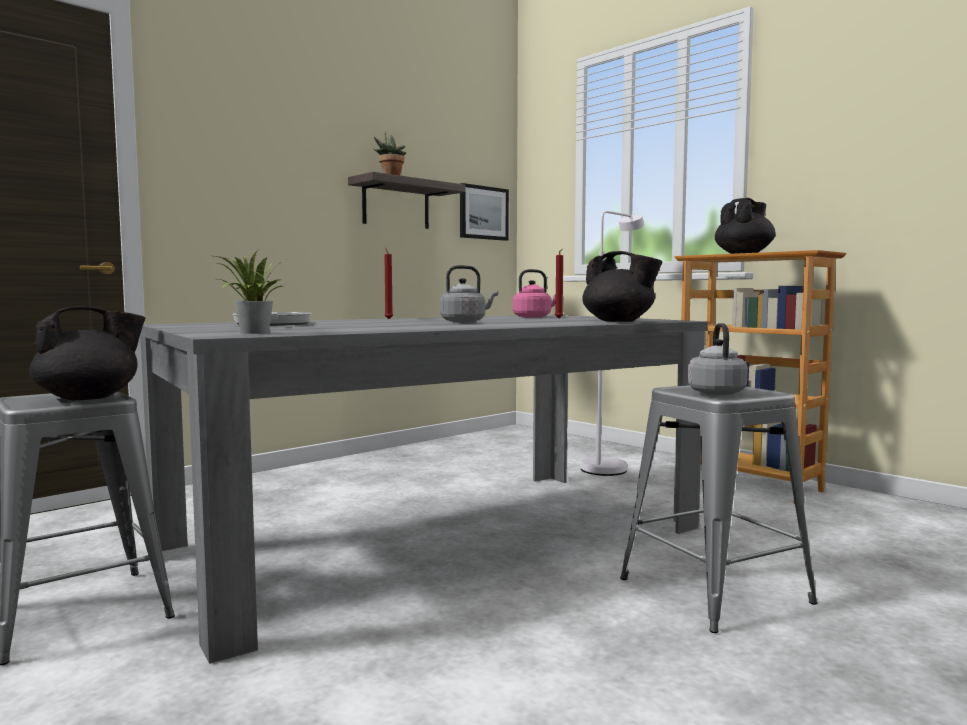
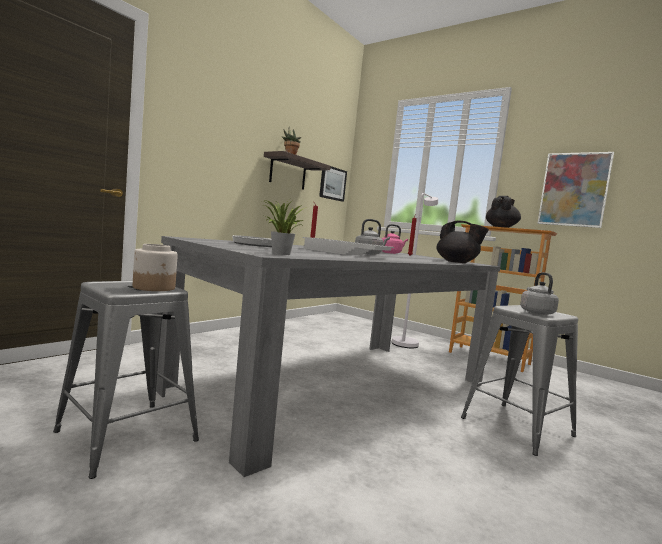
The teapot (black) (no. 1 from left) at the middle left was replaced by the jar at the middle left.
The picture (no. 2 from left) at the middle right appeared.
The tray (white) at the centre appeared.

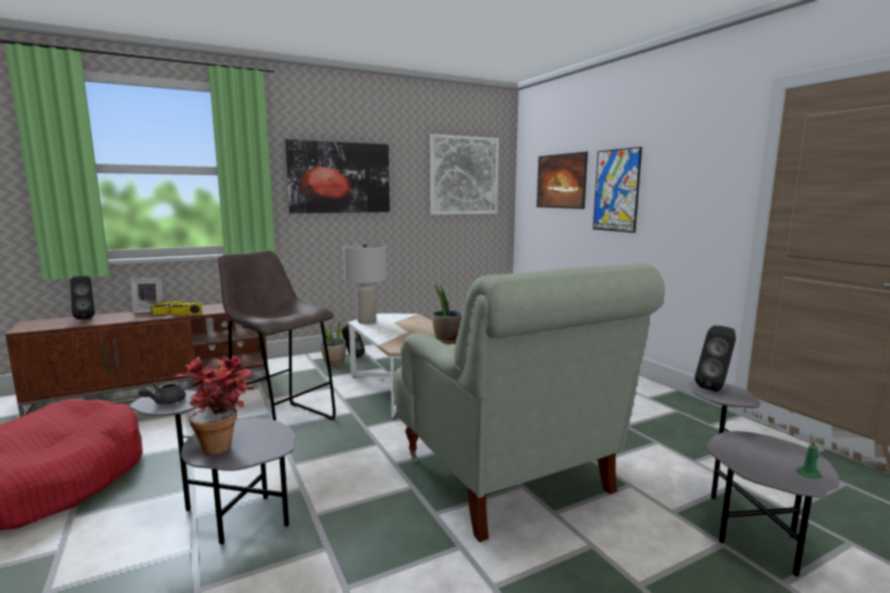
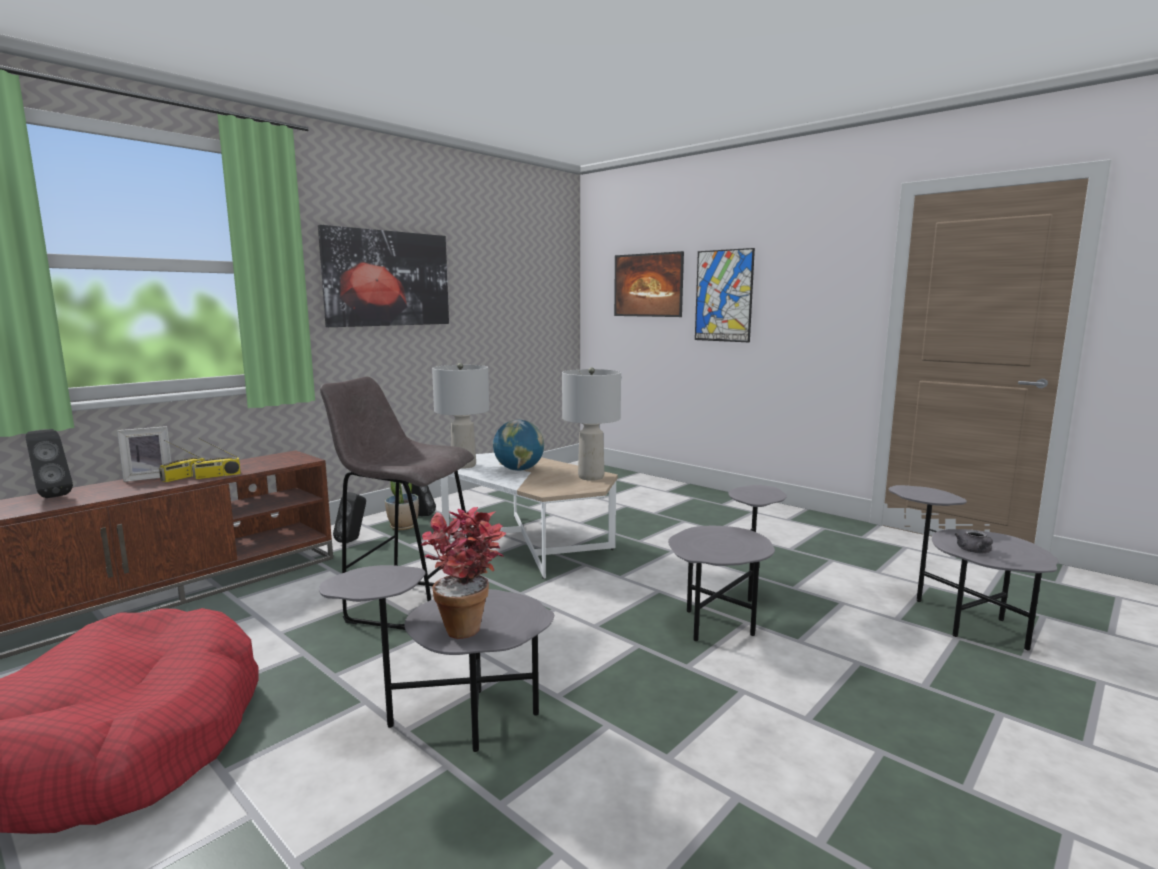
The picture (no. 2 from left) at the top centre disappeared.
The armchair (grey) at the bottom centre was replaced by the side table (grey) (no. 2 from left) at the centre.
The potted plant (no. 3 from left) at the centre was replaced by the table lamp (grey) (no. 2 from left) at the centre.
The speaker (black) (no. 3 from left in the first image) moved from the middle right to the middle left.
The teapot (grey) moved from the middle left to the middle right.
The candle (green) at the bottom right disappeared.
The globe at the centre appeared.

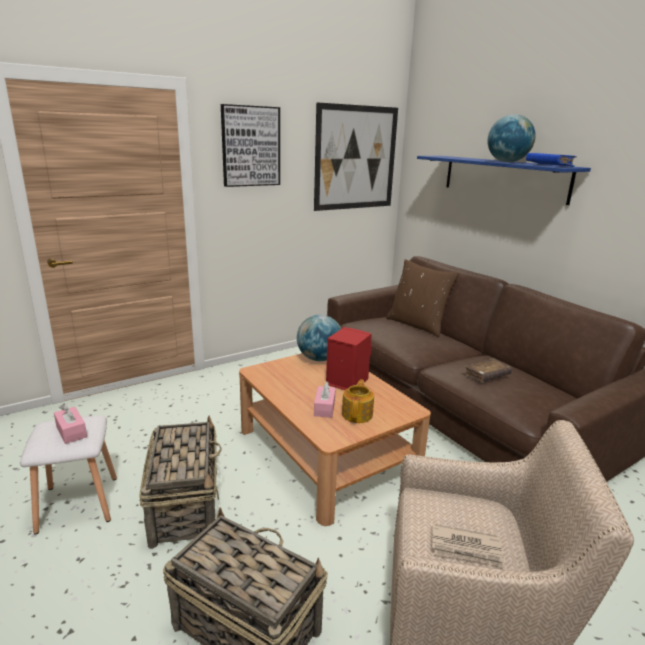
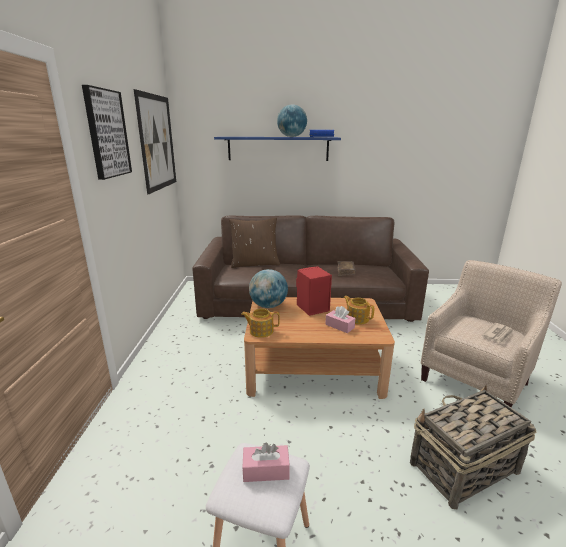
The basket (no. 1 from left) at the bottom left disappeared.
The teapot (no. 1 from left) at the centre appeared.

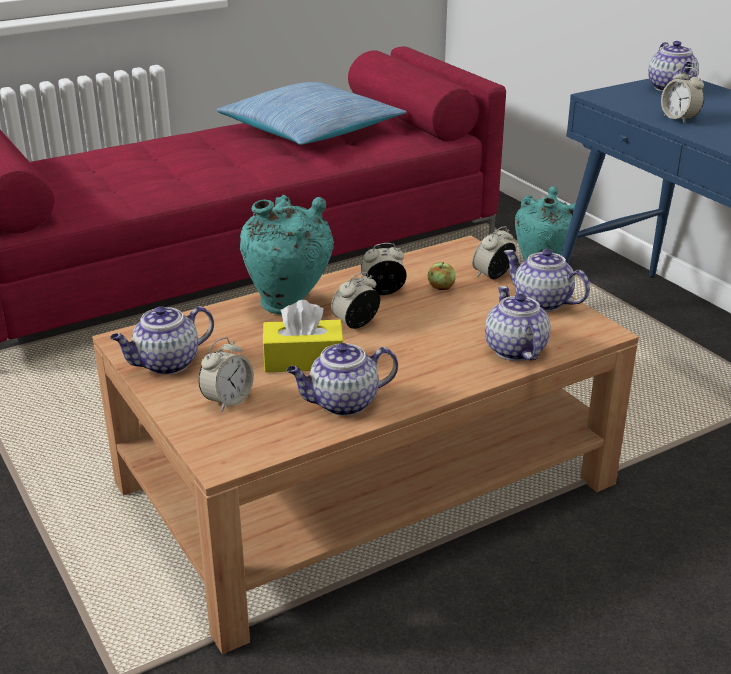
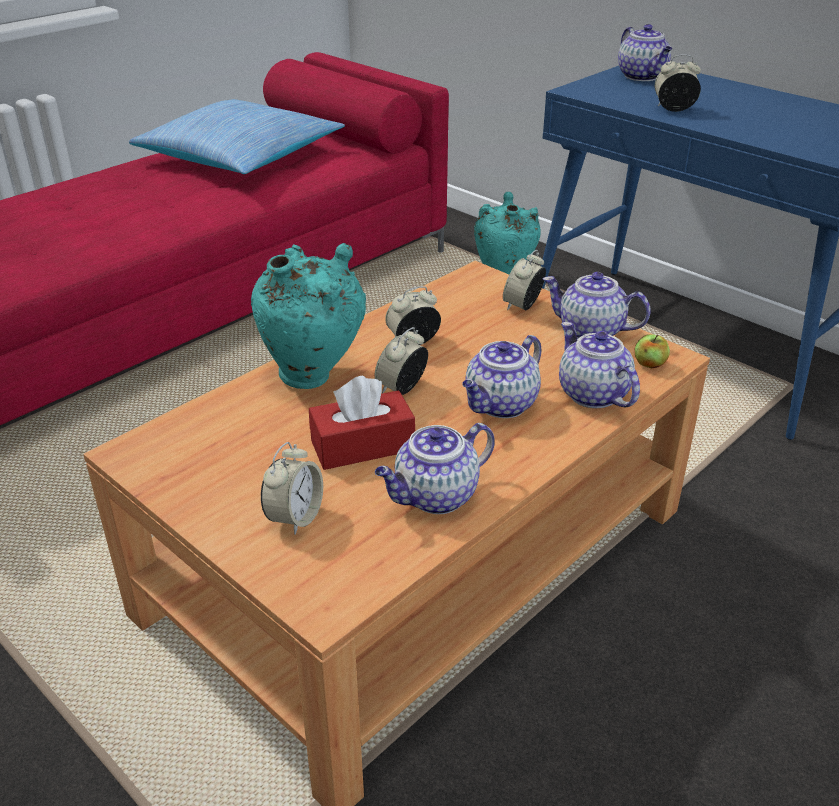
The alarm clock (no. 5 from left) at the top right turned 135 degrees clockwise.
The apple moved from the centre to the middle right.
The tissue box (yellow) at the centre became the tissue box (red) at the centre.
The teapot (no. 1 from left in the first image) moved from the middle left to the centre.

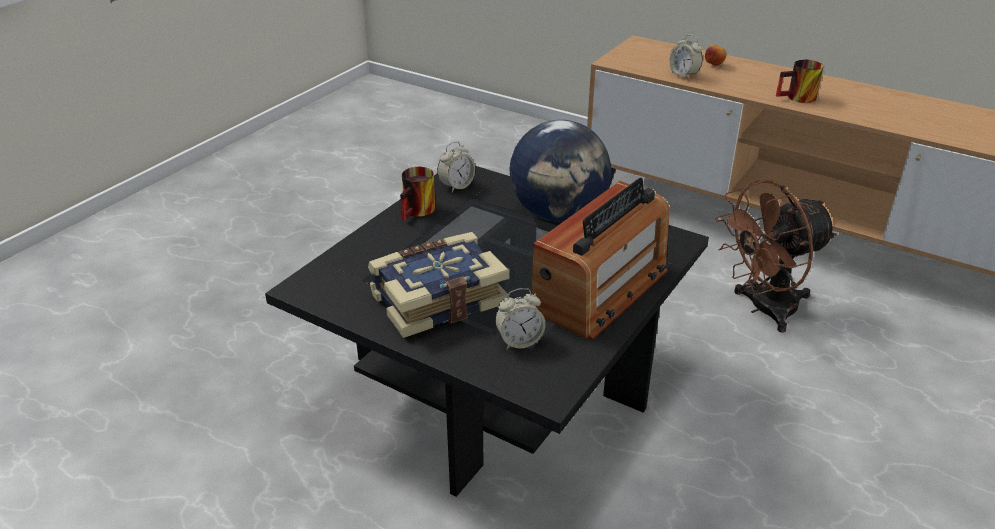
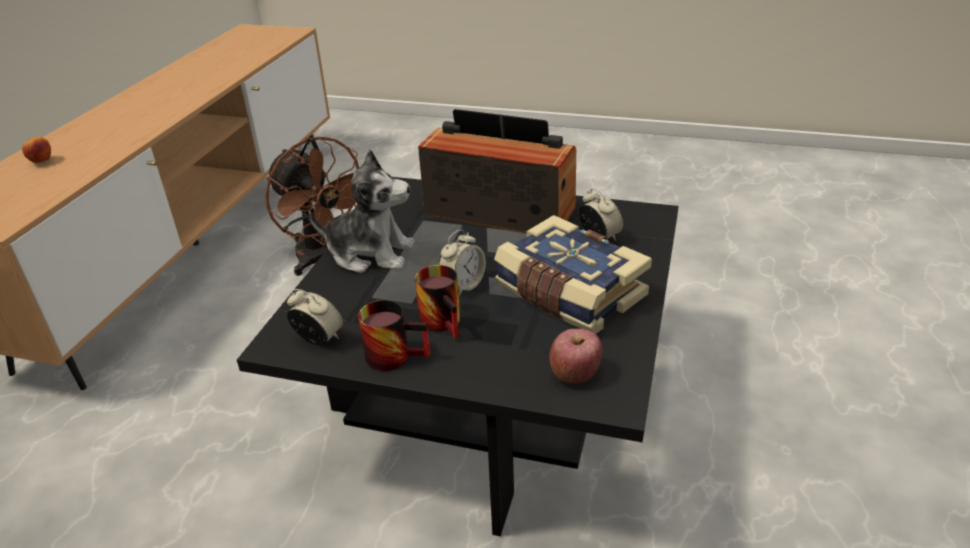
The alarm clock (no. 3 from left in the first image) moved from the top right to the centre.
The mug (no. 2 from left) moved from the top right to the centre.
The globe at the top centre was replaced by the plush toy at the centre.
The apple (no. 2 from left) at the centre appeared.

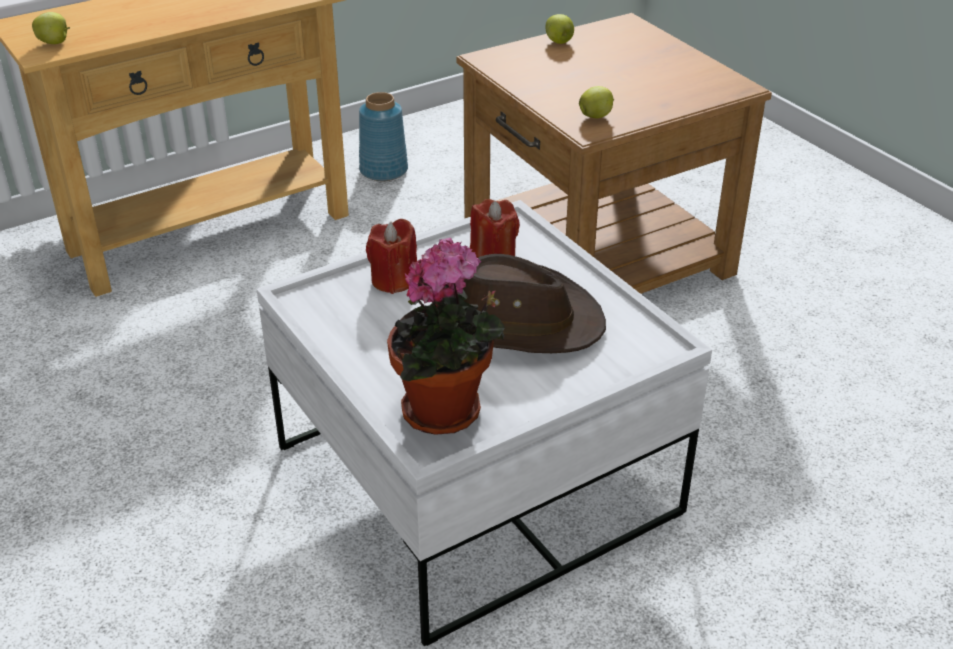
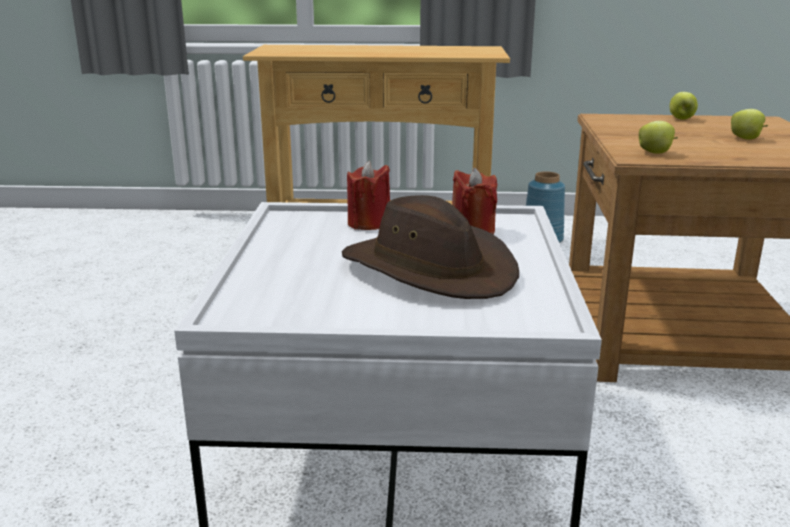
The apple (no. 1 from left in the first image) moved from the top left to the top right.
The potted plant at the centre disappeared.

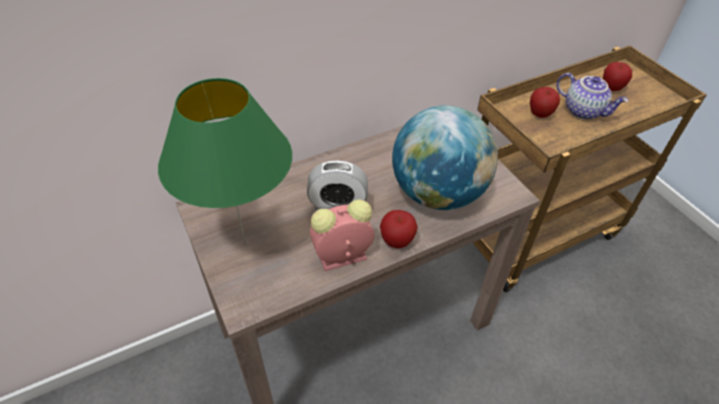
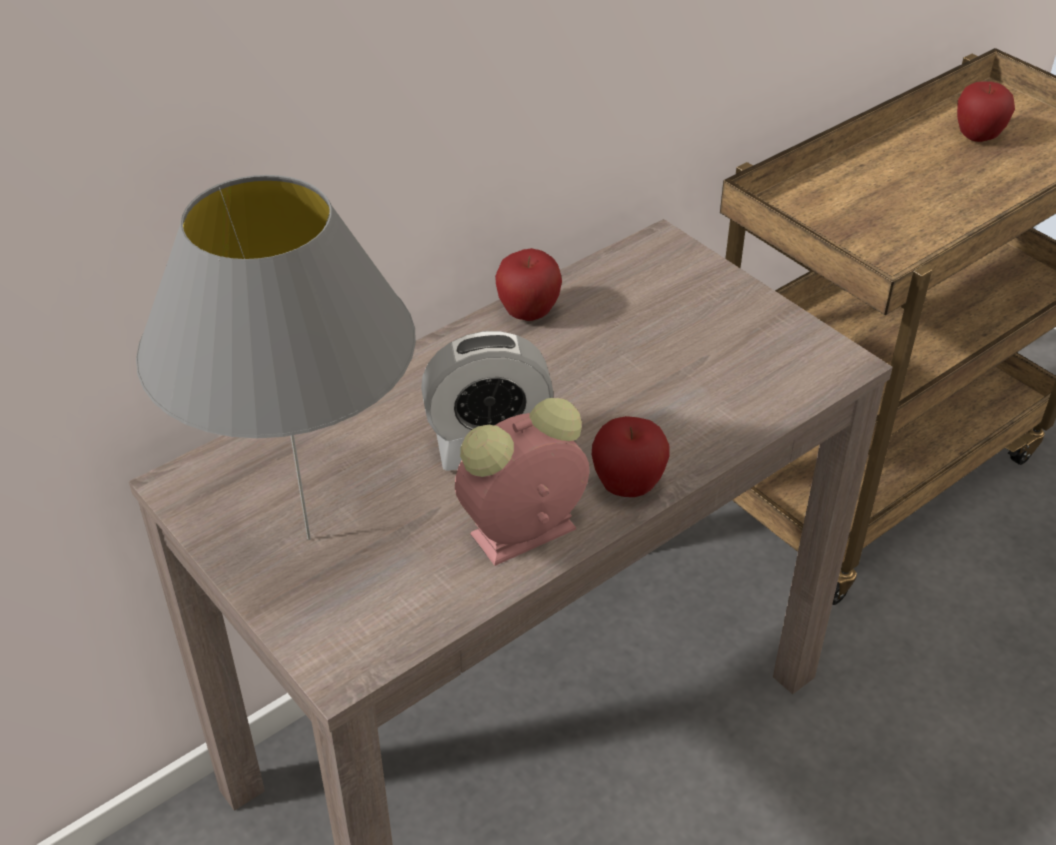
The teapot at the top right disappeared.
The table lamp (green) at the middle left became the table lamp (grey) at the middle left.
The apple (no. 2 from left in the first image) moved from the top right to the centre.
The globe at the centre disappeared.

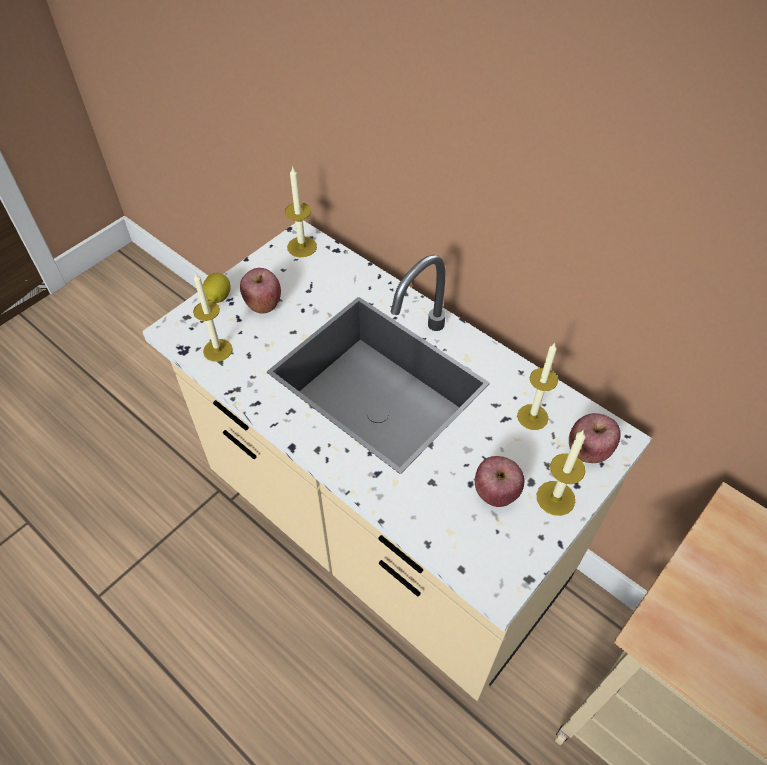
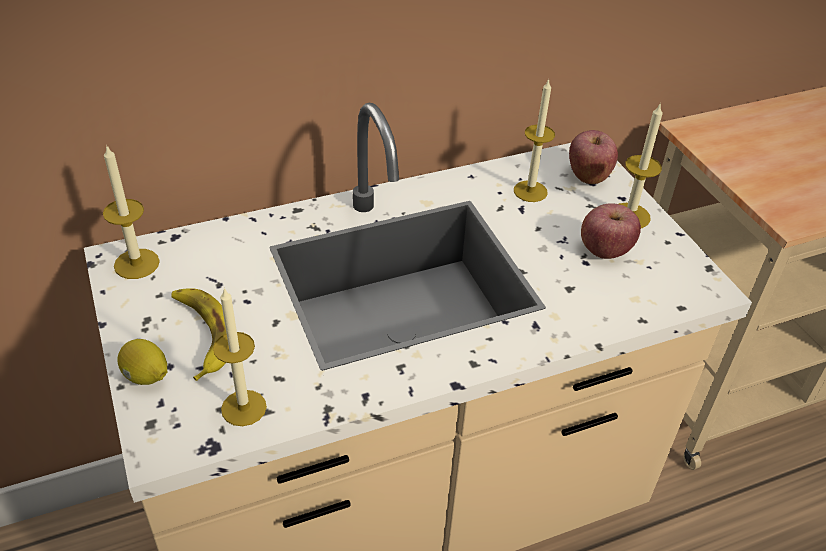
The apple (no. 1 from left) at the centre was replaced by the banana at the middle left.

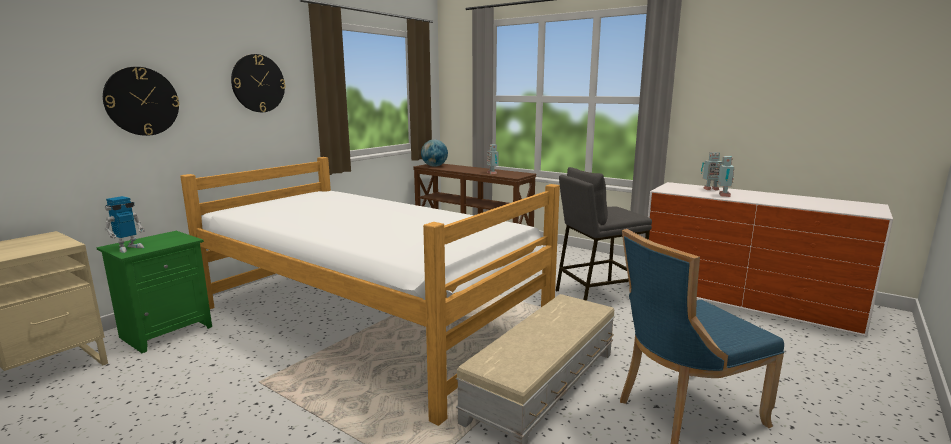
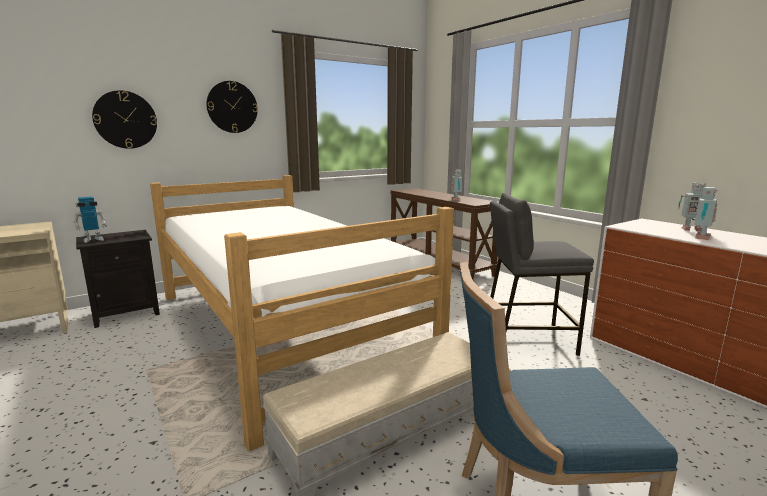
The globe at the centre disappeared.
The nightstand (green) at the middle left became the nightstand (black) at the middle left.

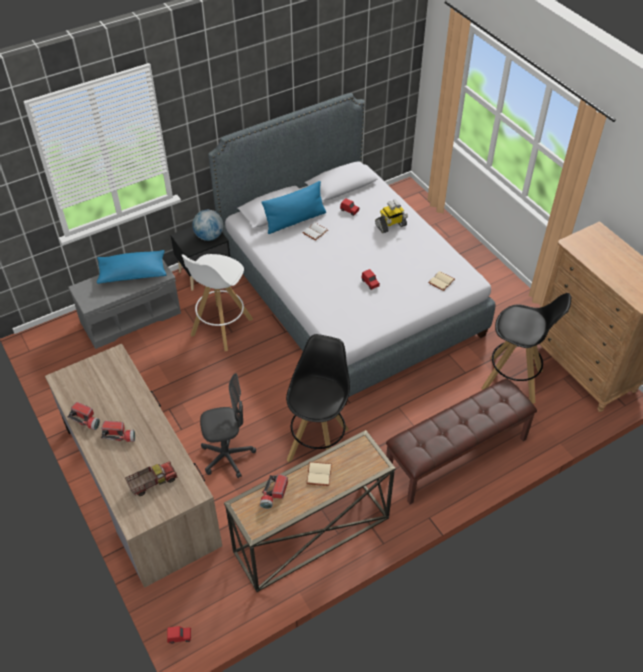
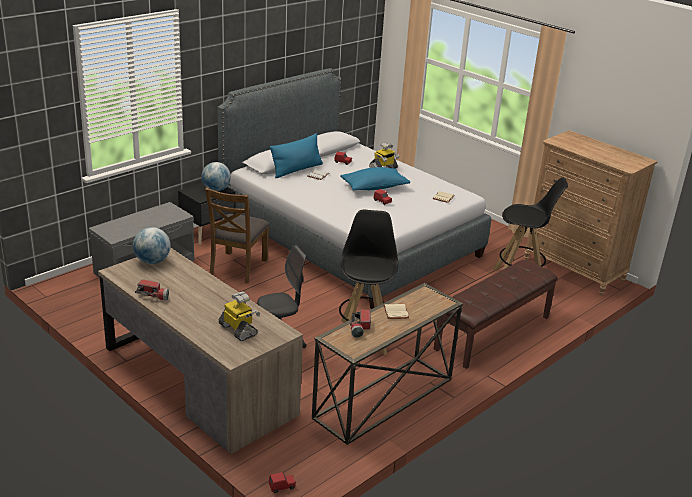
The pillow (blue) (no. 1 from left in the first image) moved from the middle left to the centre.
The stool (white) at the centre was replaced by the chair (brown) at the centre.
The flashlight (no. 2 from left) at the middle left disappeared.
The toy truck at the bottom left was replaced by the toy robot (no. 1 from left) at the centre.
The globe (no. 1 from left) at the middle left appeared.

